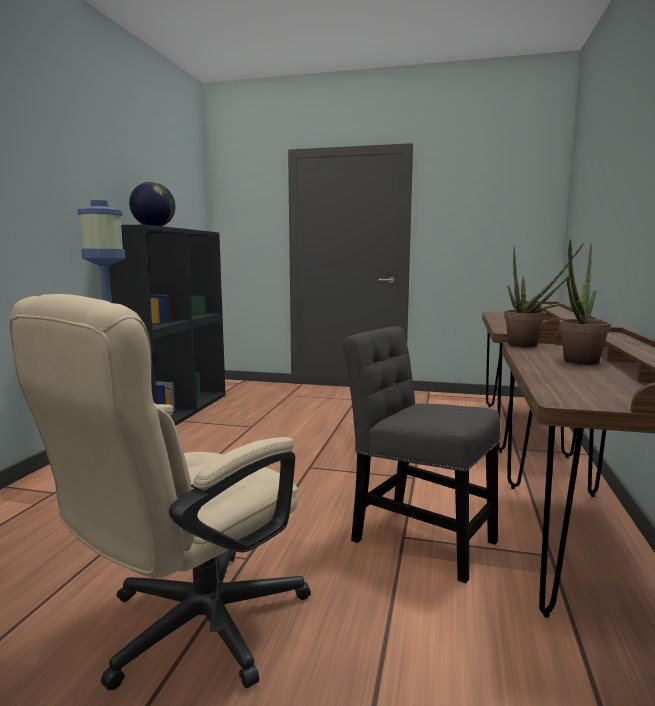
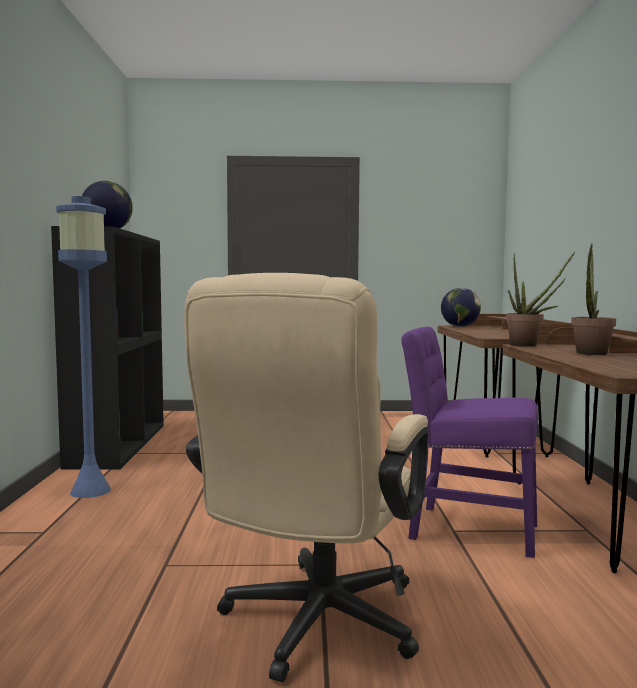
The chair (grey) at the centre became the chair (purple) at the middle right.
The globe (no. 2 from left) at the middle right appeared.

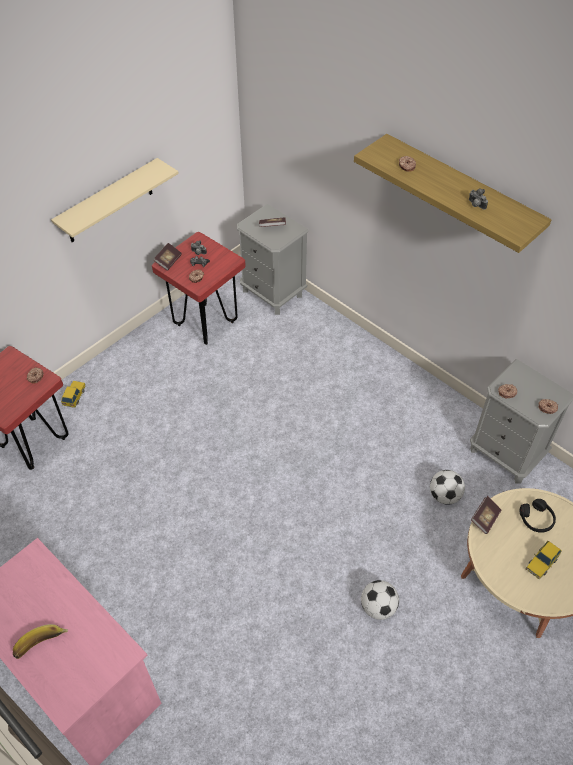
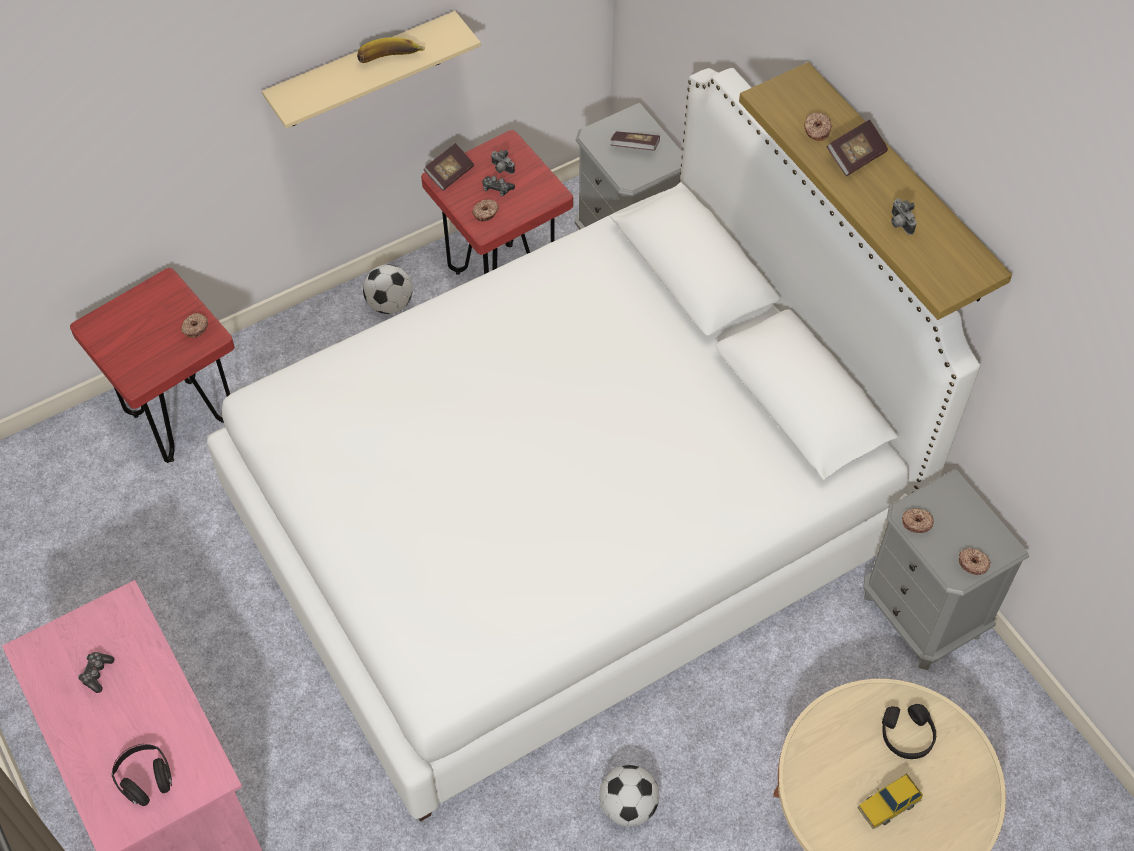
The toy car (no. 1 from left) at the middle left disappeared.
The football (no. 2 from left in the first image) moved from the middle right to the centre.
The book (no. 3 from left) moved from the bottom right to the top right.
The banana moved from the bottom left to the top centre.
The bed (white) at the centre appeared.
The game controller (no. 1 from left) at the bottom left appeared.
The headphones (black) (no. 1 from left) at the bottom left appeared.

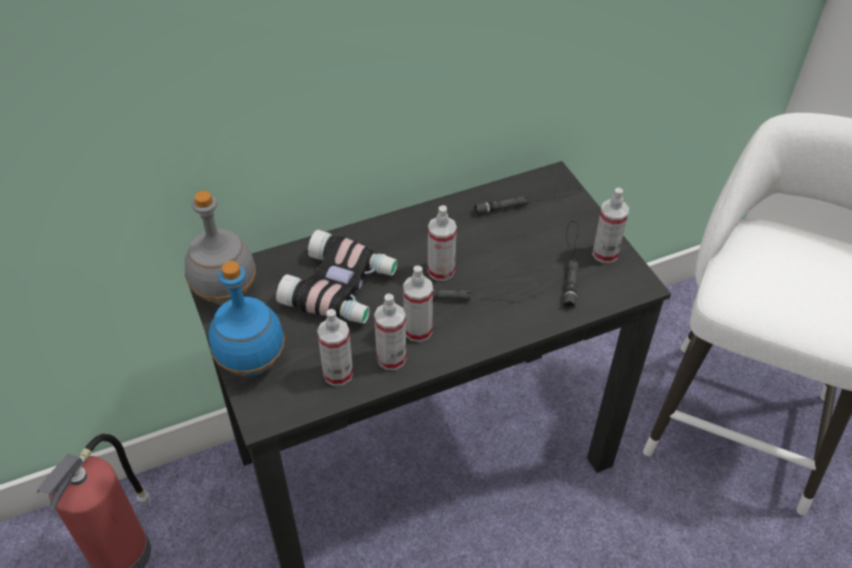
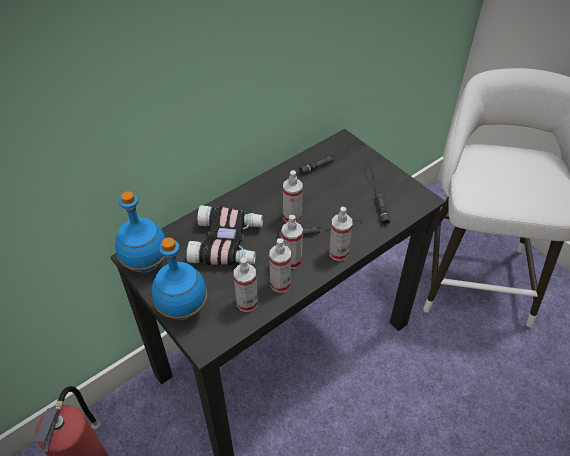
The spray bottle (no. 5 from left) moved from the middle right to the centre.
The bottle (grey) at the middle left became the bottle (blue) (no. 1 from left) at the middle left.

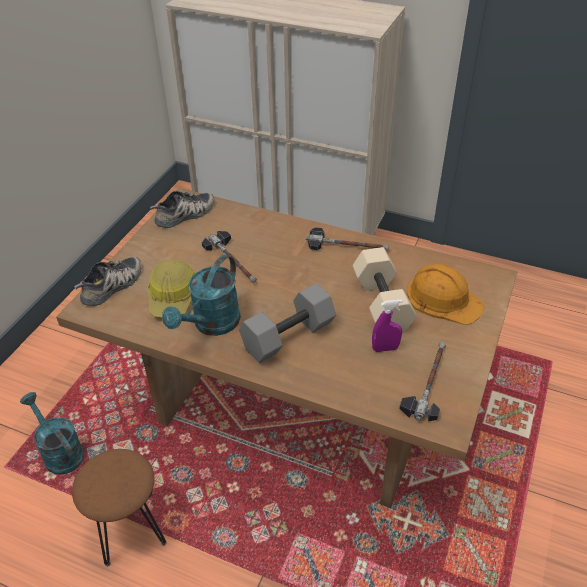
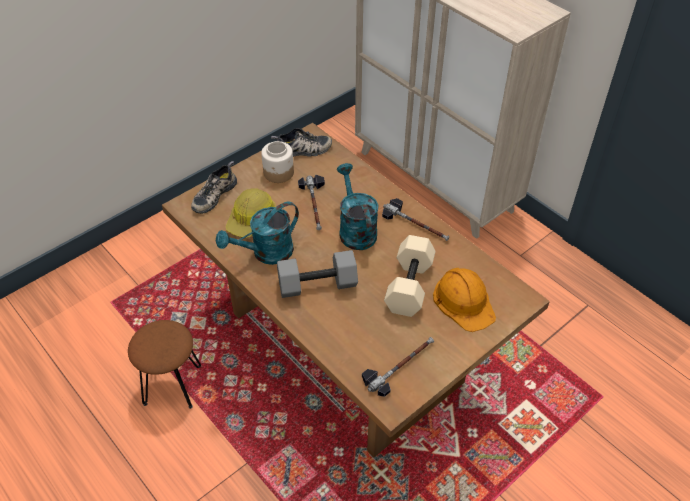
The shoe (no. 1 from left) at the middle left turned 150 degrees clockwise.
The spray bottle (purple) at the centre disappeared.
The watering can (turquoise) (no. 1 from left in the first image) moved from the bottom left to the centre.
The jar at the top centre appeared.

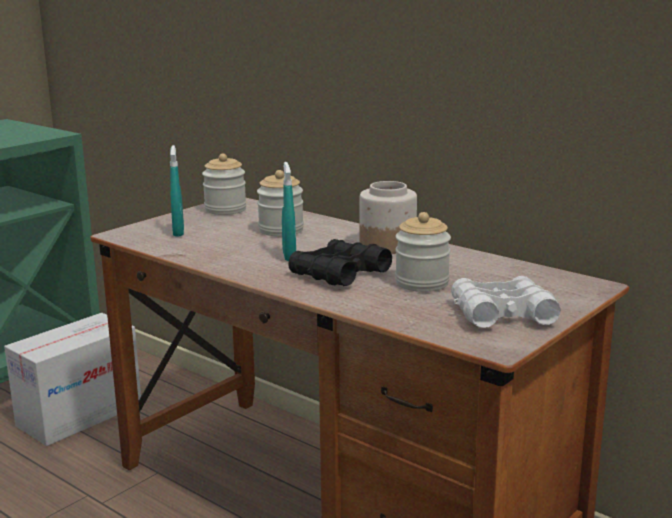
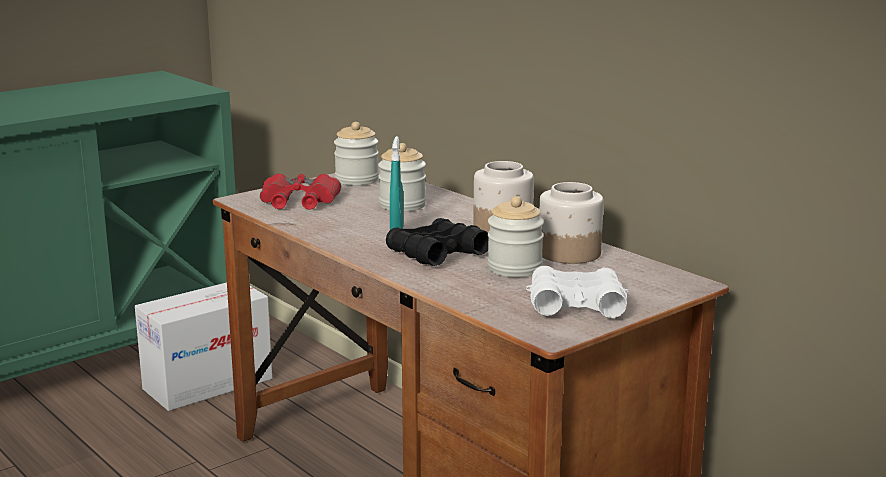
The spray bottle (turquoise) (no. 1 from left) at the middle left was replaced by the binoculars (red) at the centre.
The jar (no. 5 from left) at the centre appeared.

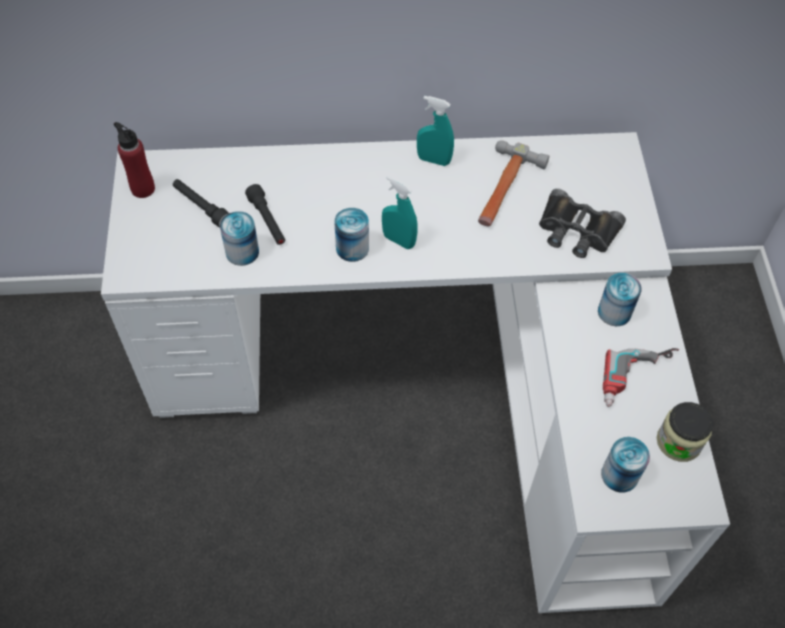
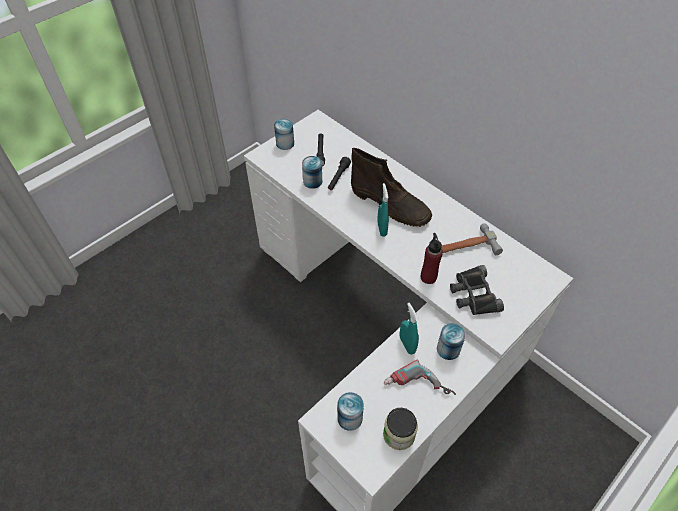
The spray bottle (turquoise) (no. 2 from left) moved from the top centre to the centre.
The bottle (red) moved from the top left to the centre.
The can (no. 2 from left in the first image) moved from the centre to the top centre.
The boot (brown) at the centre appeared.

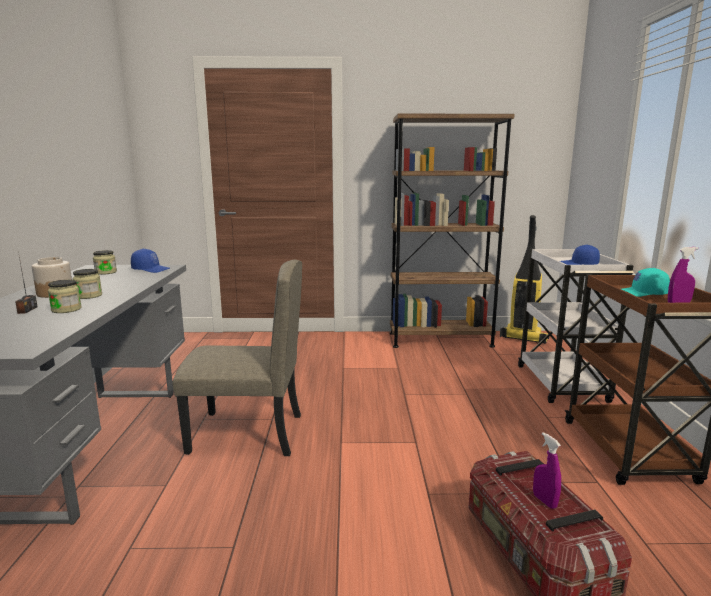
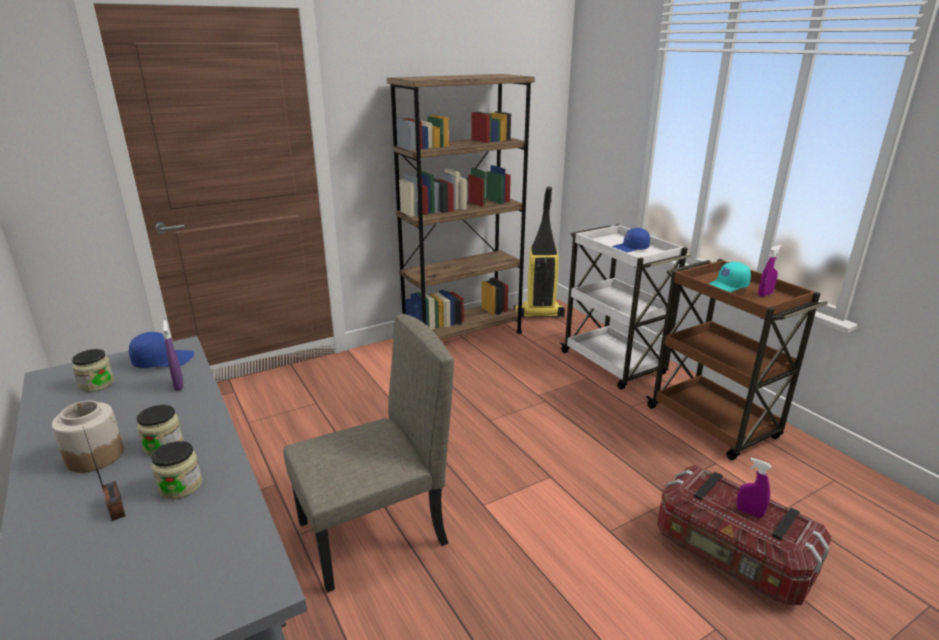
The spray bottle (purple) (no. 1 from left) at the middle left appeared.

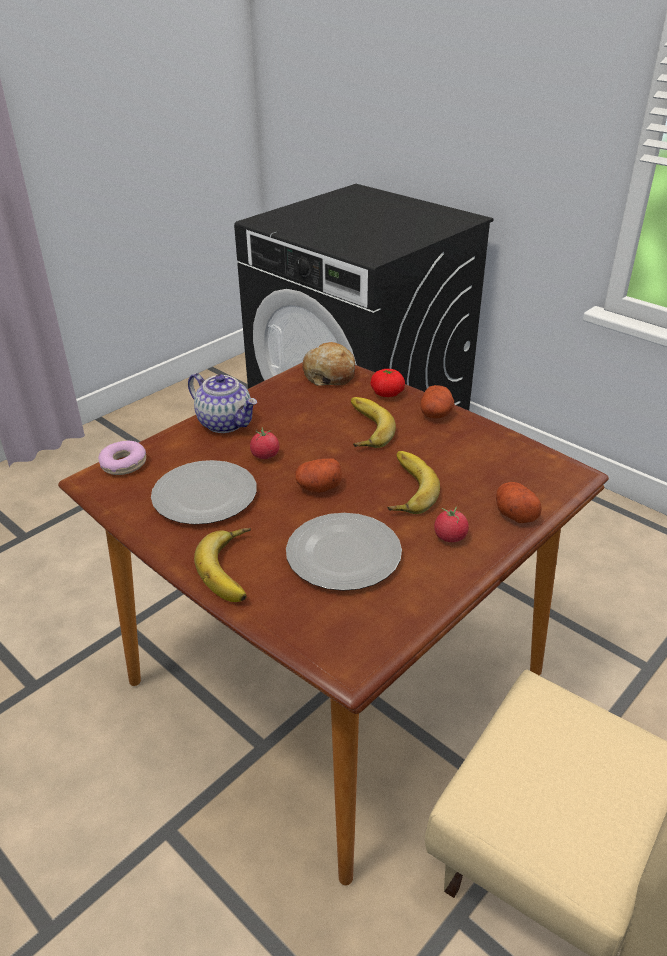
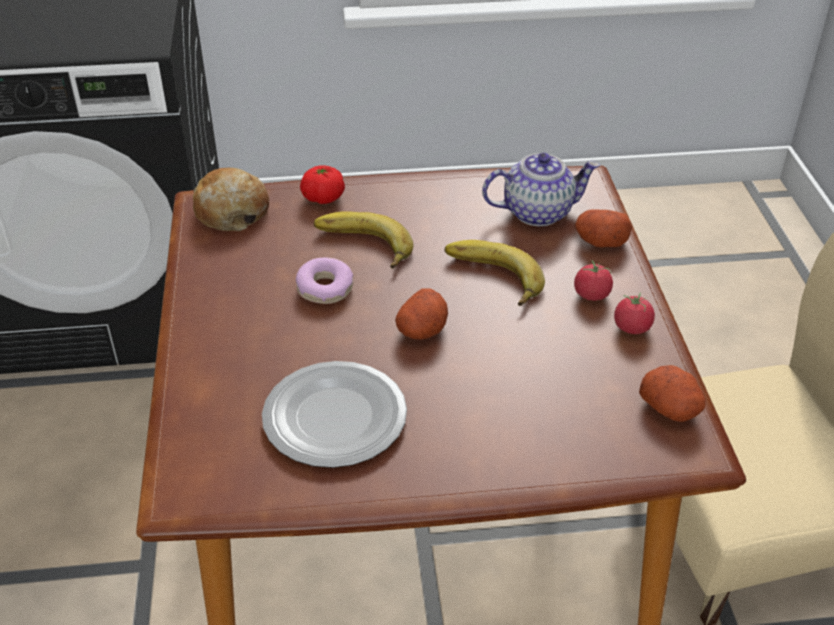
The teapot moved from the middle left to the top centre.
The potato (no. 2 from left in the first image) moved from the centre to the middle right.
The tomato (no. 1 from left in the first image) moved from the centre to the middle right.
The donut moved from the middle left to the centre.
The plate (no. 2 from left) at the centre disappeared.
The banana (no. 1 from left) at the middle left disappeared.

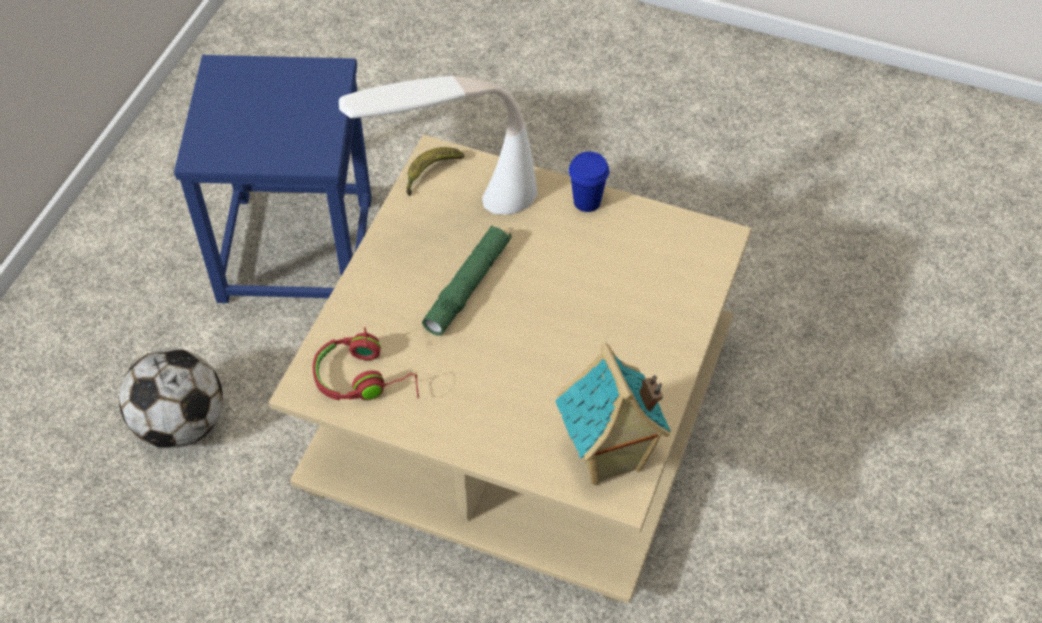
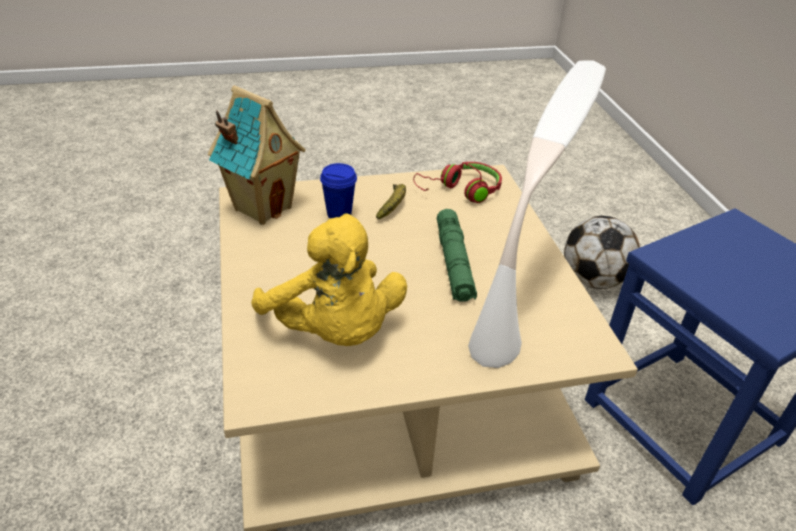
The banana moved from the top centre to the centre.
The cup (blue) moved from the top centre to the centre.
The plush toy (yellow) at the centre appeared.

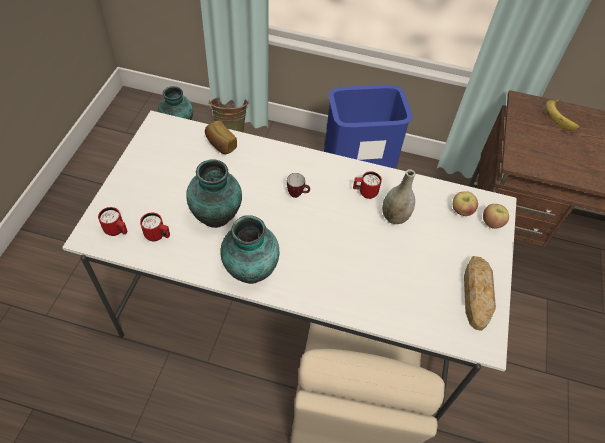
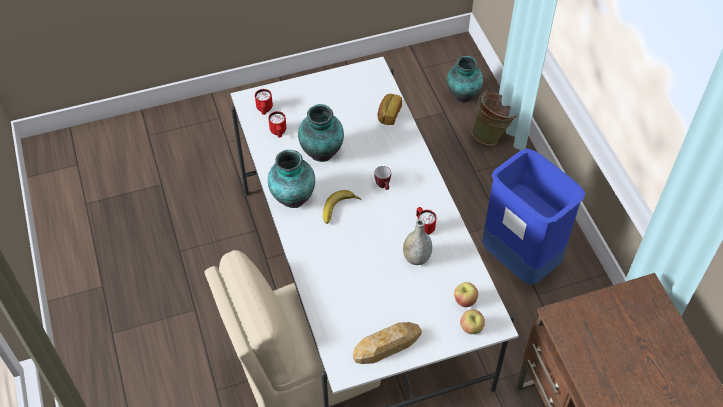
The banana moved from the top right to the centre.

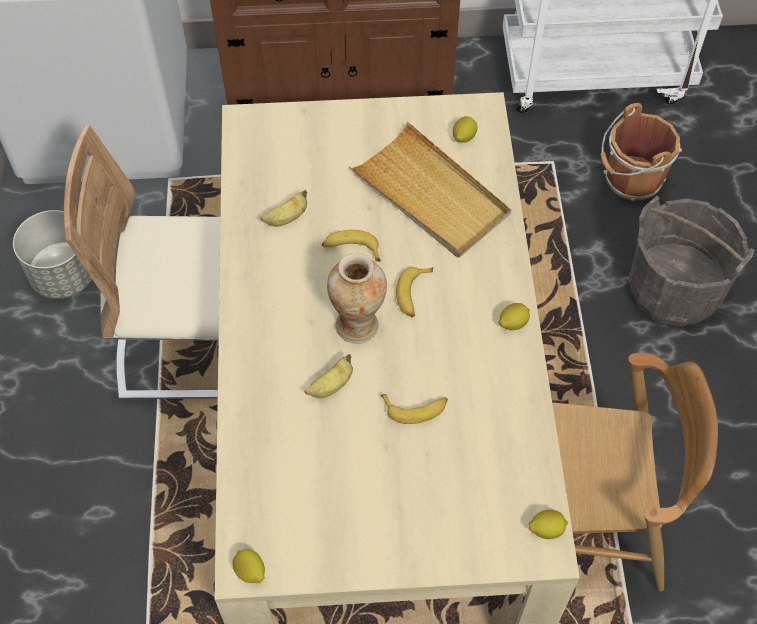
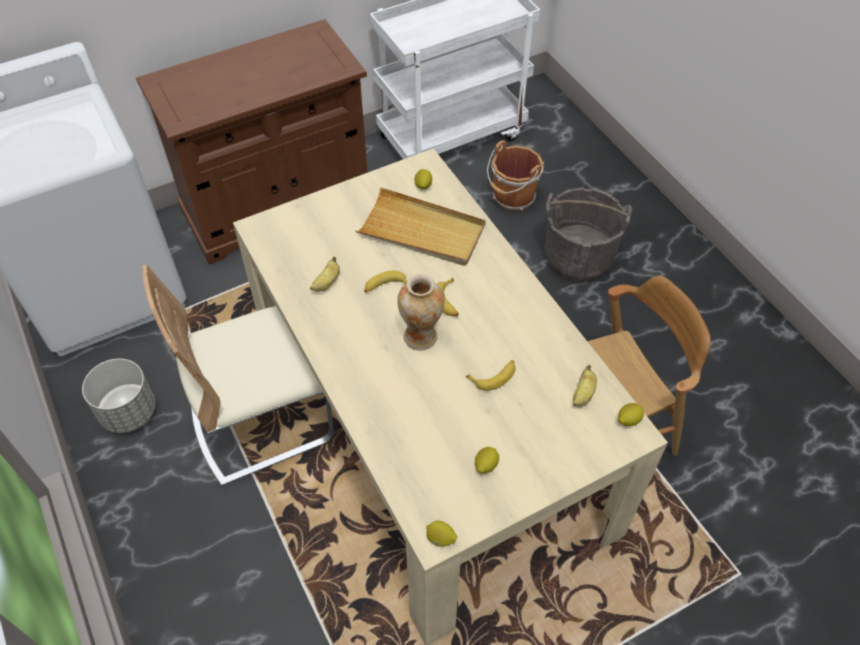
The lemon (no. 3 from left) moved from the middle right to the bottom centre.
The banana (no. 2 from left in the first image) moved from the centre to the middle right.

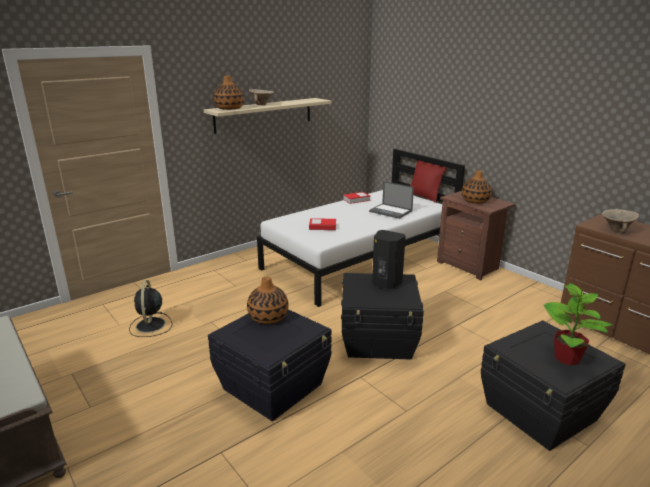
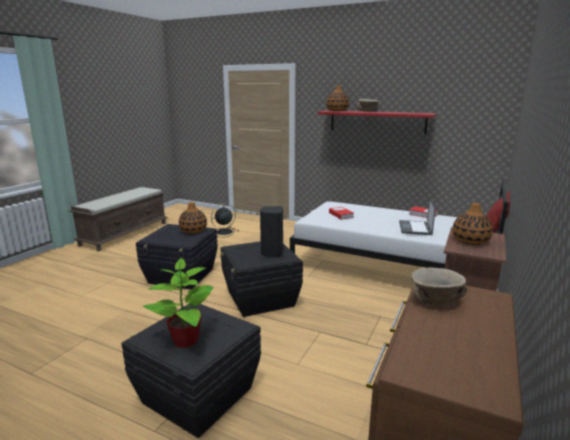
The shelf (beige) at the top centre became the shelf (red) at the top centre.

